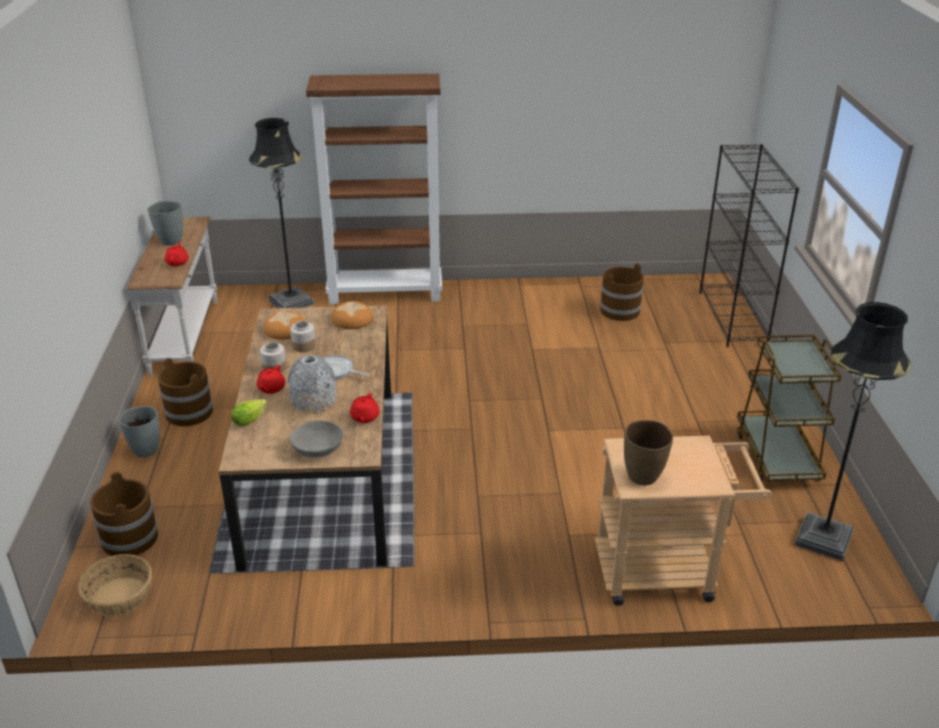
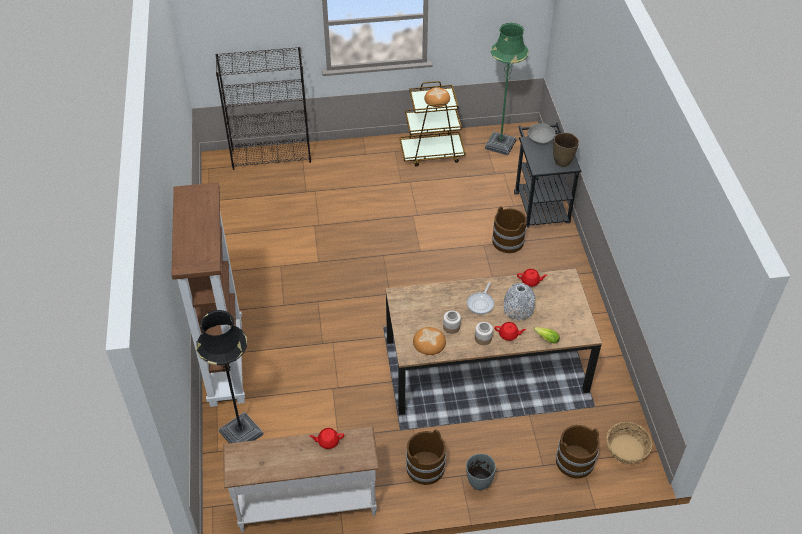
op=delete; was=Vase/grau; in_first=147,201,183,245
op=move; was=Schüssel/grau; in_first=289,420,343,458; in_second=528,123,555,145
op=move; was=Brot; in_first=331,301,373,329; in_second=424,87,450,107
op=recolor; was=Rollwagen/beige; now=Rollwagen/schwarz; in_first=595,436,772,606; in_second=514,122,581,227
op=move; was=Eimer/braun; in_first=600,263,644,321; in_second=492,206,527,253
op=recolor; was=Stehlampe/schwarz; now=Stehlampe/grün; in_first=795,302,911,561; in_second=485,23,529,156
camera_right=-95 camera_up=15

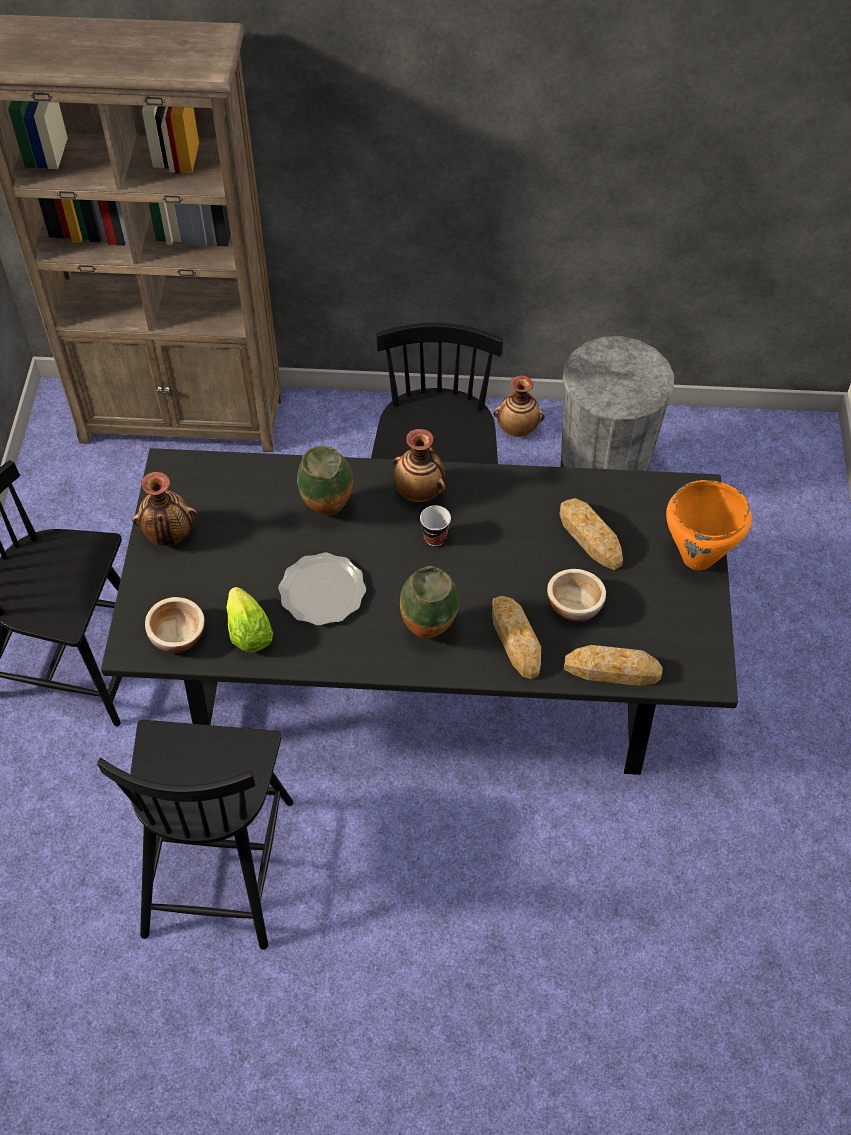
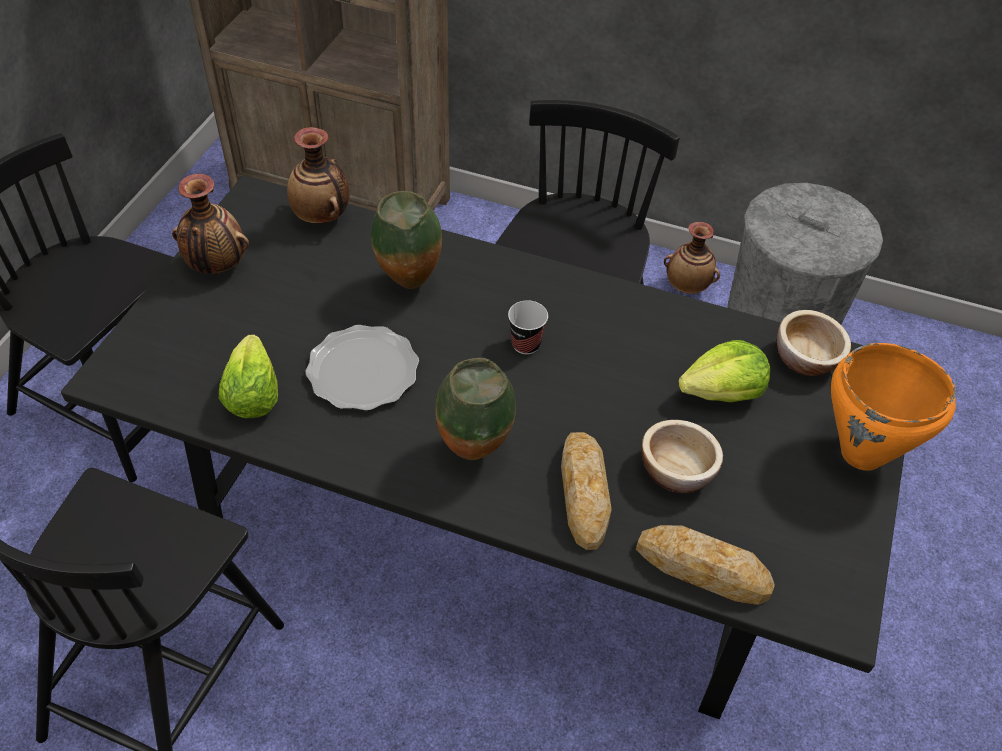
op=move; was=Schüssel; in_first=145,597,205,653; in_second=777,310,851,376
op=move; was=Vase; in_first=393,429,446,502; in_second=287,127,349,223
op=replace; was=Brot; now=Salatkopf; in_first=559,498,623,570; in_second=678,340,770,402
camera_right=15 camera_up=-5

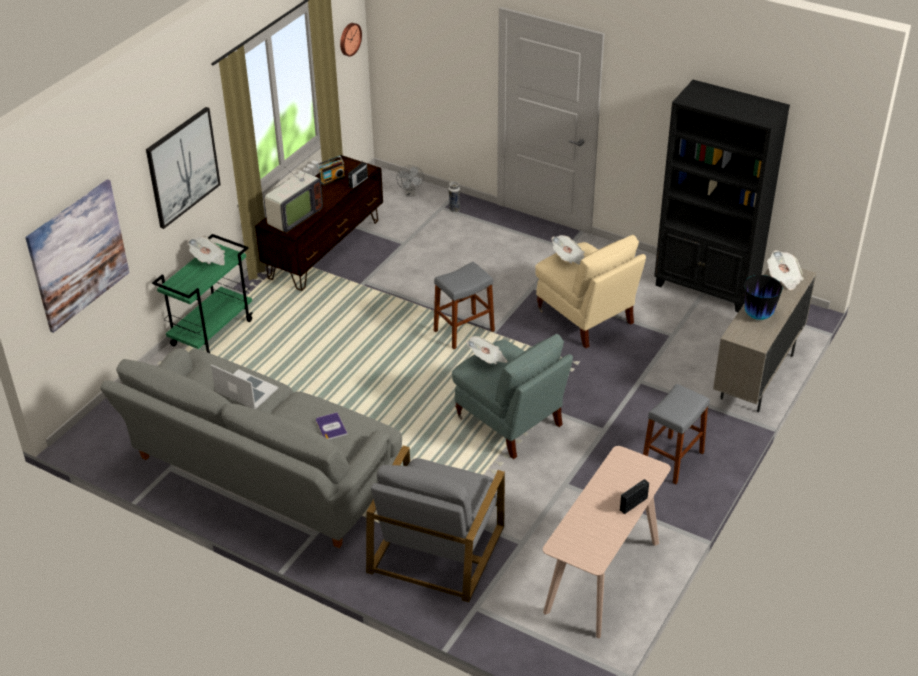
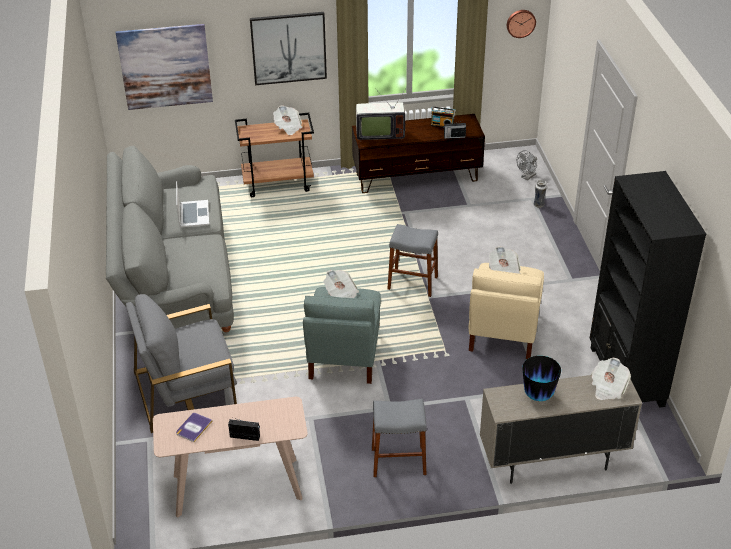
op=recolor; was=Rollwagen/grün; now=Rollwagen/braun; in_first=152,234,253,353; in_second=235,113,314,197
op=move; was=Buch; in_first=316,412,348,440; in_second=176,413,212,442
camera_right=50 camera_up=0

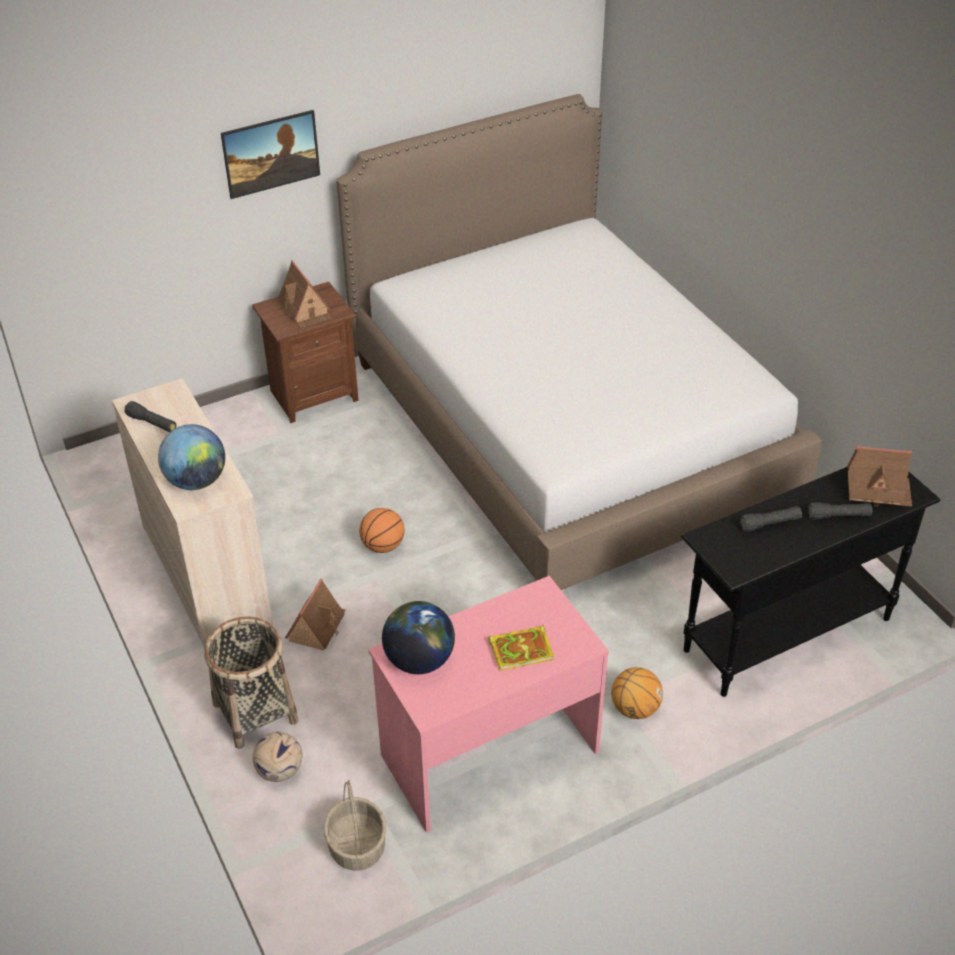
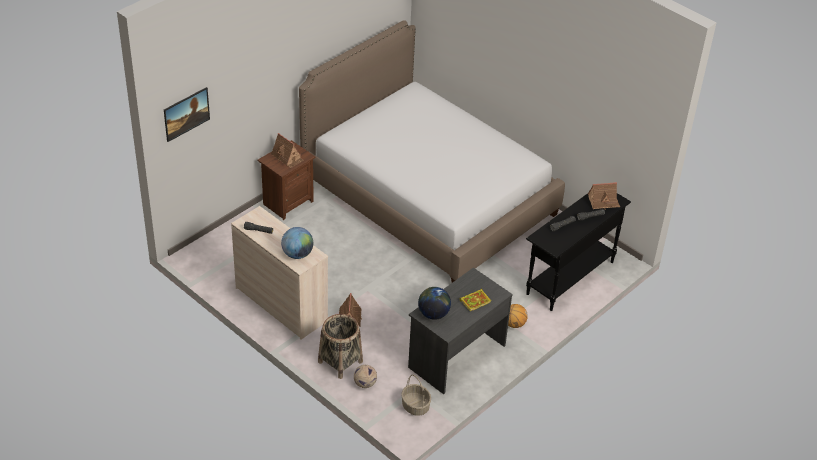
op=move; was=Bild; in_first=221,110,320,199; in_second=164,87,210,142
op=delete; was=Basketball; in_first=359,508,405,553
op=recolor; was=Schreibtisch/rosa; now=Schreibtisch/grau; in_first=368,576,609,833; in_second=408,267,512,394
camera_right=-20 camera_up=0

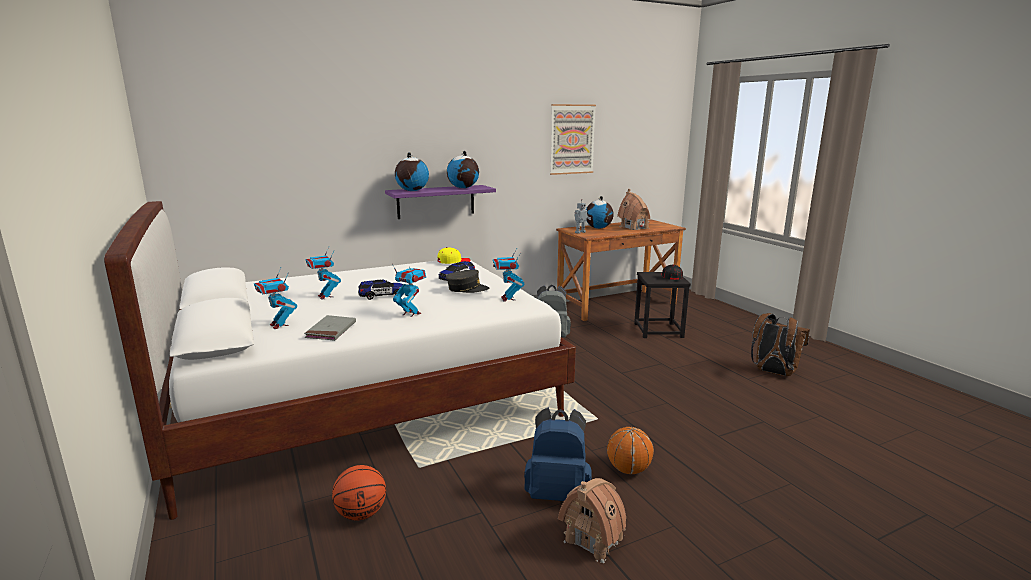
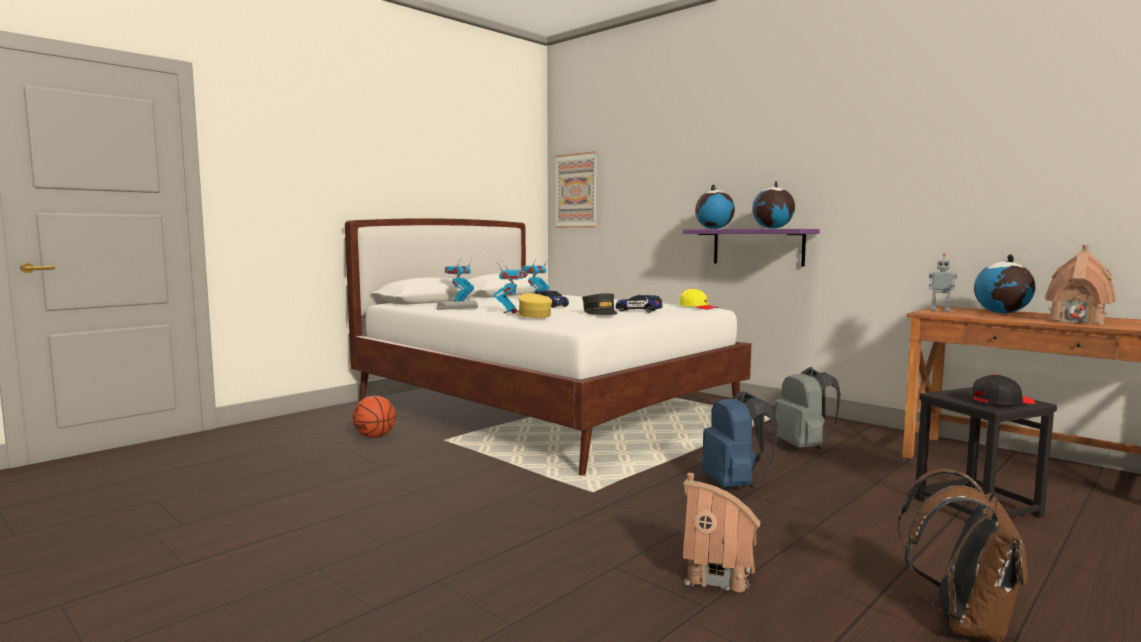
op=delete; was=Spielzeugroboter; in_first=493,249,524,302
op=move; was=Rucksack/blau; in_first=524,407,592,501; in_second=701,391,778,488
op=move; was=Bild; in_first=550,104,596,175; in_second=555,151,597,228
op=move; was=Spielzeughaus; in_first=558,478,626,563; in_second=683,473,761,592
op=delete; was=Basketball; in_first=607,427,654,474
op=insert; now=Kappe/gelb; in_second=516,293,552,318
camera_right=70 camera_up=-10

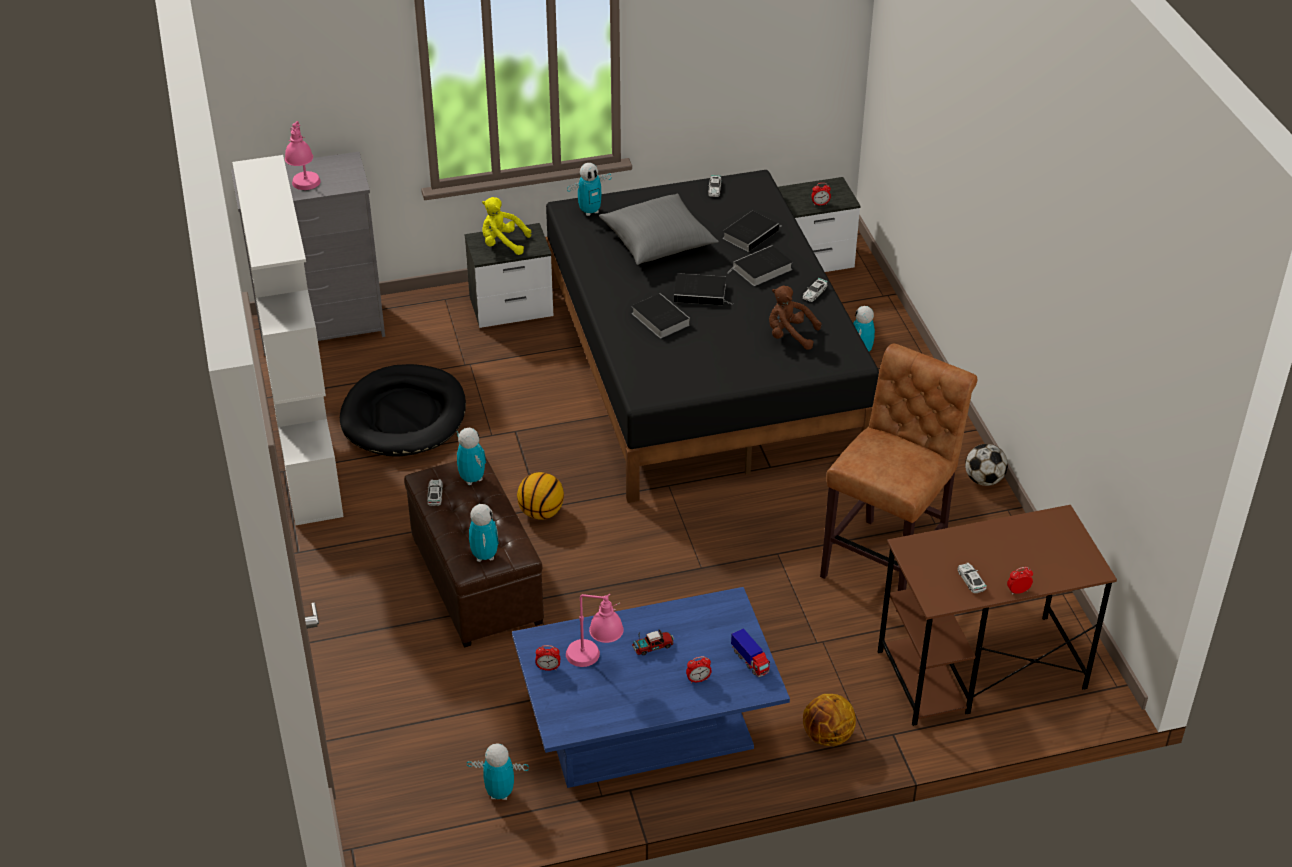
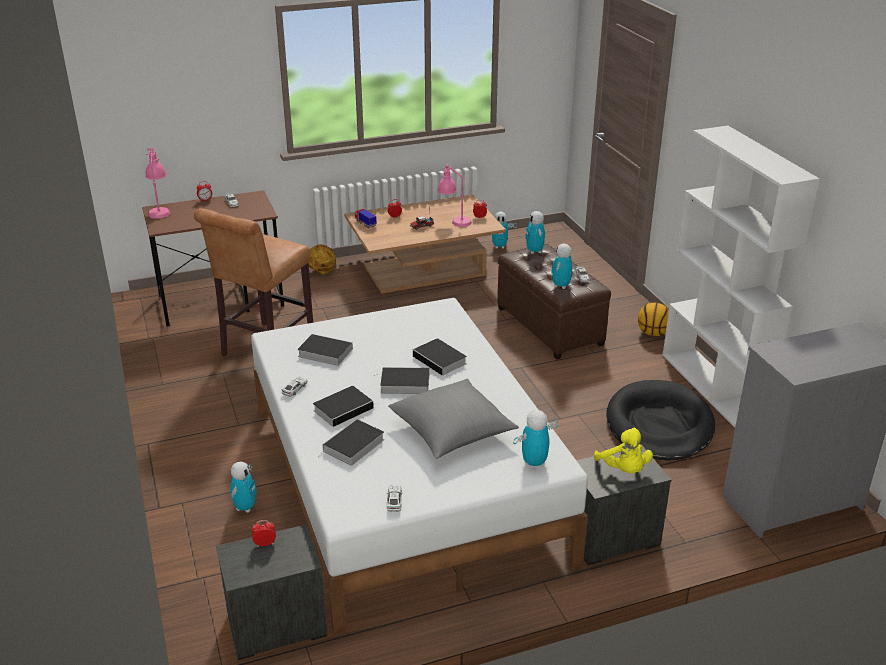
op=move; was=Tischlampe/rosa; in_first=285,121,321,190; in_second=145,147,170,219
op=rotate; was=Spielzeugroboter; in_first=456,428,486,485; in_second=551,244,572,289; clockwise=60
op=rotate; was=Plüschtier/gelb; in_first=482,197,531,255; in_second=594,428,653,473; clockwise=60
op=recolor; was=Couchtisch/blau; now=Couchtisch/braun; in_first=512,587,790,788; in_second=344,195,506,294
op=move; was=Basketball; in_first=517,472,564,520; in_second=638,303,669,336
op=recolor; was=Bett/schwarz; now=Bett/weiß; in_first=545,170,879,503; in_second=251,298,588,634
op=replace; was=Plüschtier/braun; now=Buch; in_first=769,286,821,350; in_second=297,334,353,366
op=delete; was=Fußball; in_first=965,444,1008,486
camera_right=175 camera_up=-10

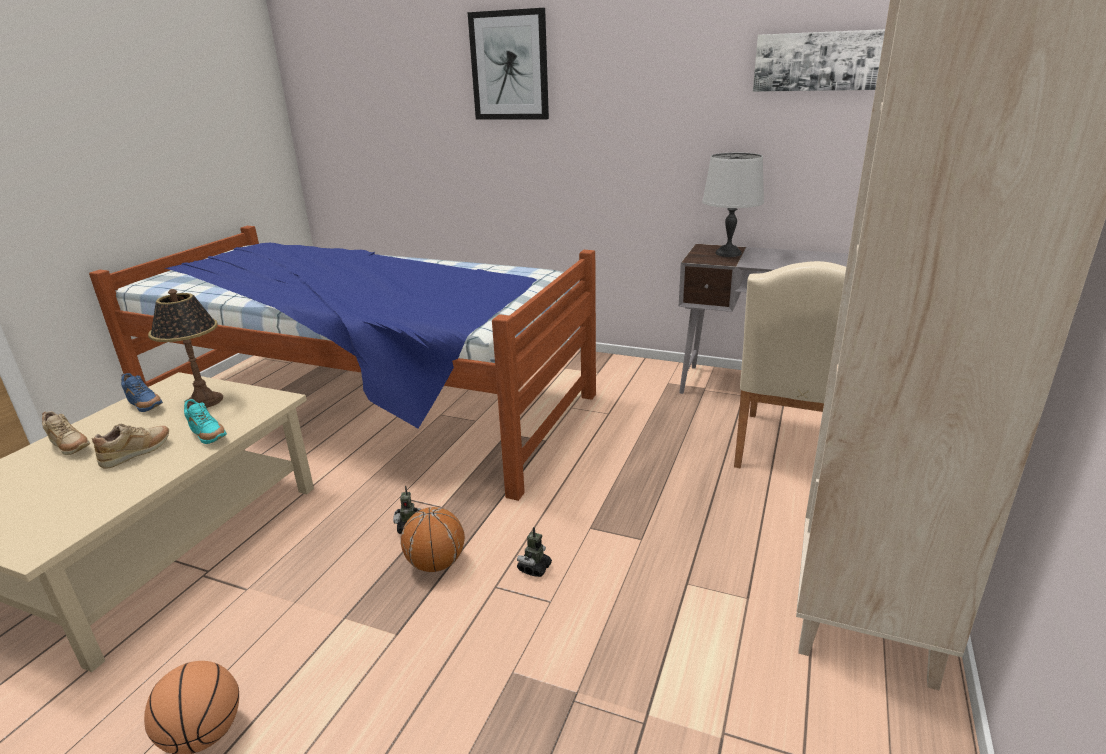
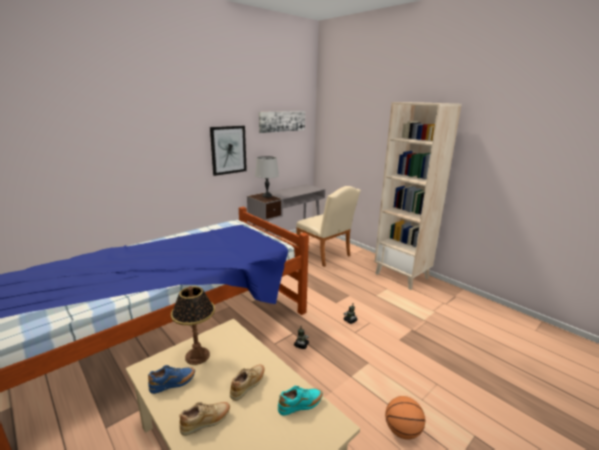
op=rotate; was=Schuh/beige; in_first=92,424,169,469; in_second=230,364,264,401; clockwise=60
op=move; was=Schuh/türkis; in_first=184,399,227,444; in_second=278,386,323,416
op=delete; was=Basketball; in_first=400,507,465,572
op=move; was=Bild; in_first=468,8,549,119; in_second=210,126,247,176
camera_right=-65 camera_up=-5

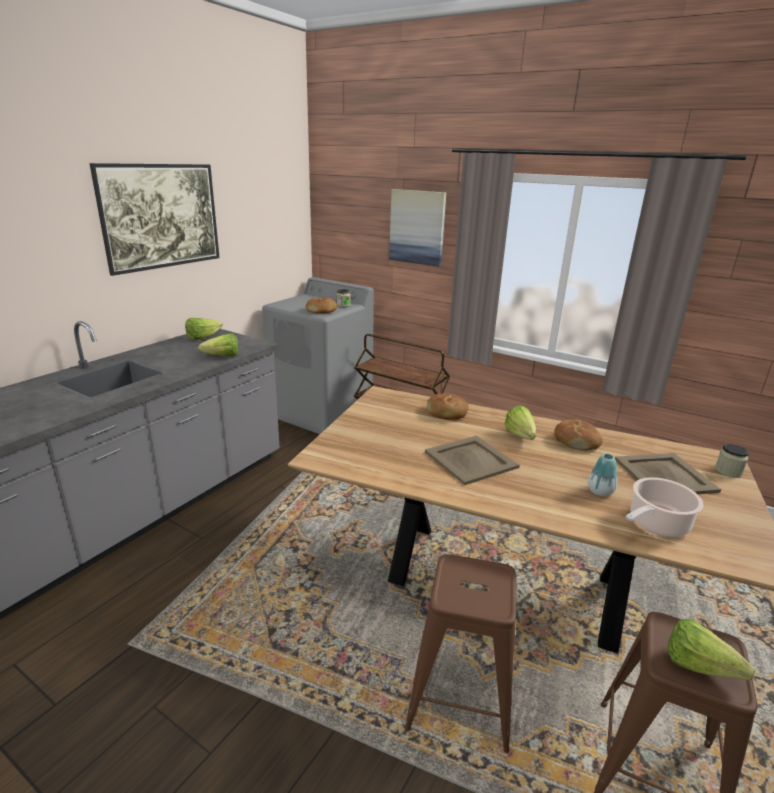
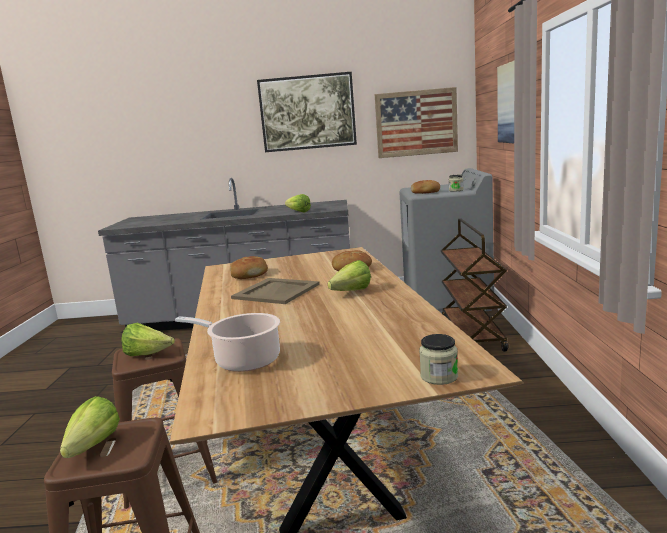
op=move; was=Salatkopf; in_first=185,318,222,340; in_second=121,323,175,356
op=move; was=Brot; in_first=554,420,603,450; in_second=230,256,268,279
op=delete; was=Vase; in_first=588,453,617,496
op=delete; was=Tablett/beige; in_first=615,453,721,494
op=insert; now=Bild; in_second=375,87,458,158
camera_right=60 camera_up=-10

